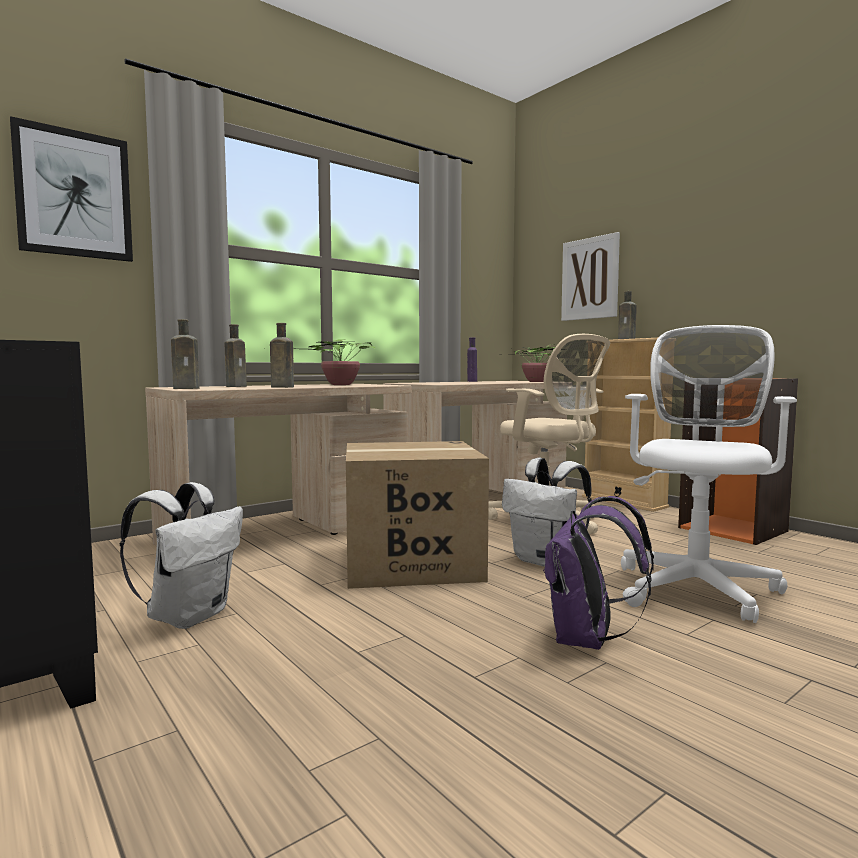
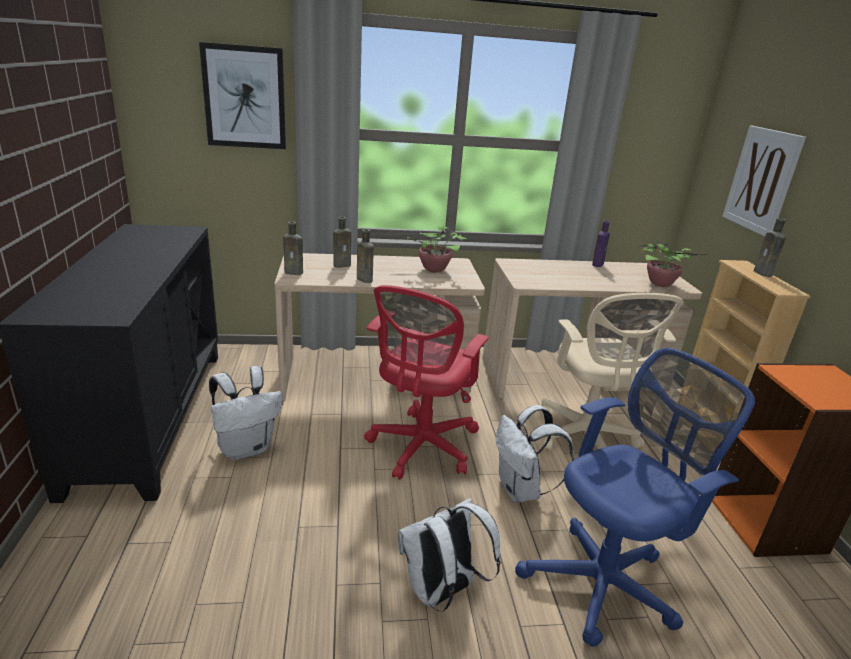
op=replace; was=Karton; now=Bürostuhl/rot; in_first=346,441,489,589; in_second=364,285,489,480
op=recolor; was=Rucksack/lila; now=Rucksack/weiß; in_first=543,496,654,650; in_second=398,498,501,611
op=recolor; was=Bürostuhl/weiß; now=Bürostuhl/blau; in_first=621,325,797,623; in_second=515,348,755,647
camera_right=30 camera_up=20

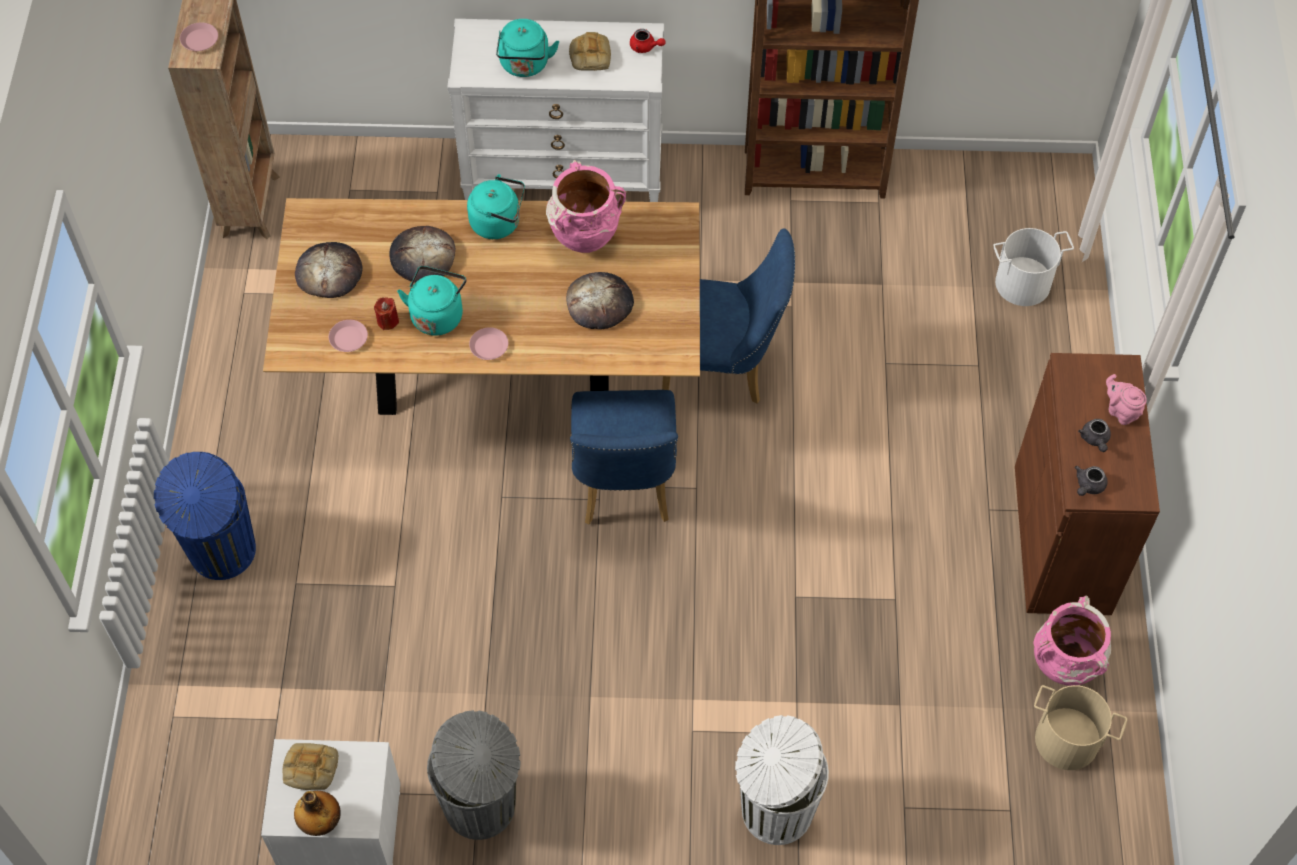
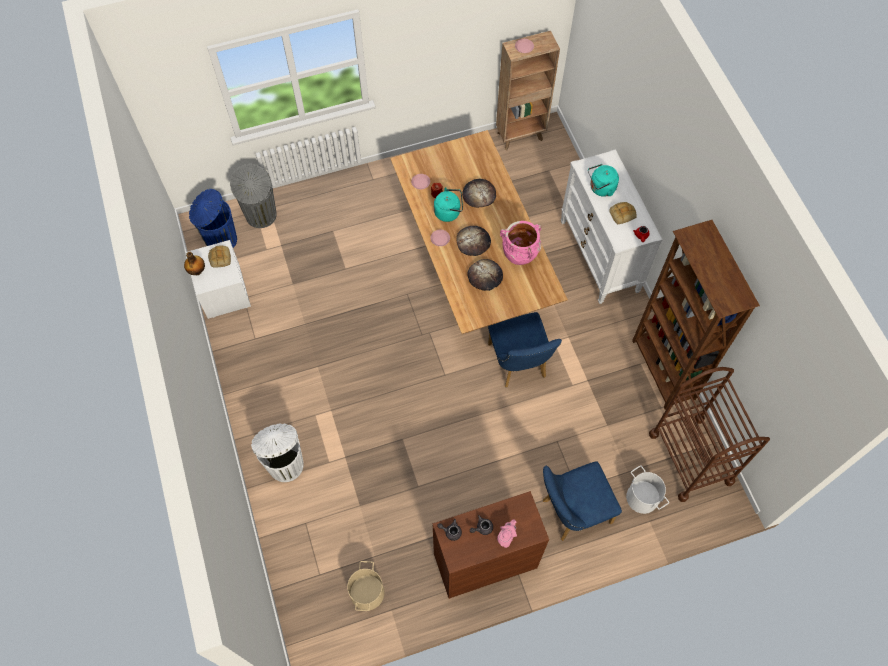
op=move; was=Mülleimer/blau; in_first=154,452,256,580; in_second=189,189,237,248
op=move; was=Brot; in_first=295,242,363,298; in_second=456,226,491,256
op=move; was=Mülleimer/grau; in_first=427,710,521,840; in_second=230,164,277,228
op=delete; was=Wasserkessel/türkis; in_first=467,174,525,239
op=move; was=Stuhl/blau; in_first=570,390,678,525; in_second=543,461,622,541
op=delete; was=Vase/rosa; in_first=1033,595,1111,686
op=insert; now=Rollwagen/braun; in_second=649,367,770,502
camera_right=70 camera_up=5

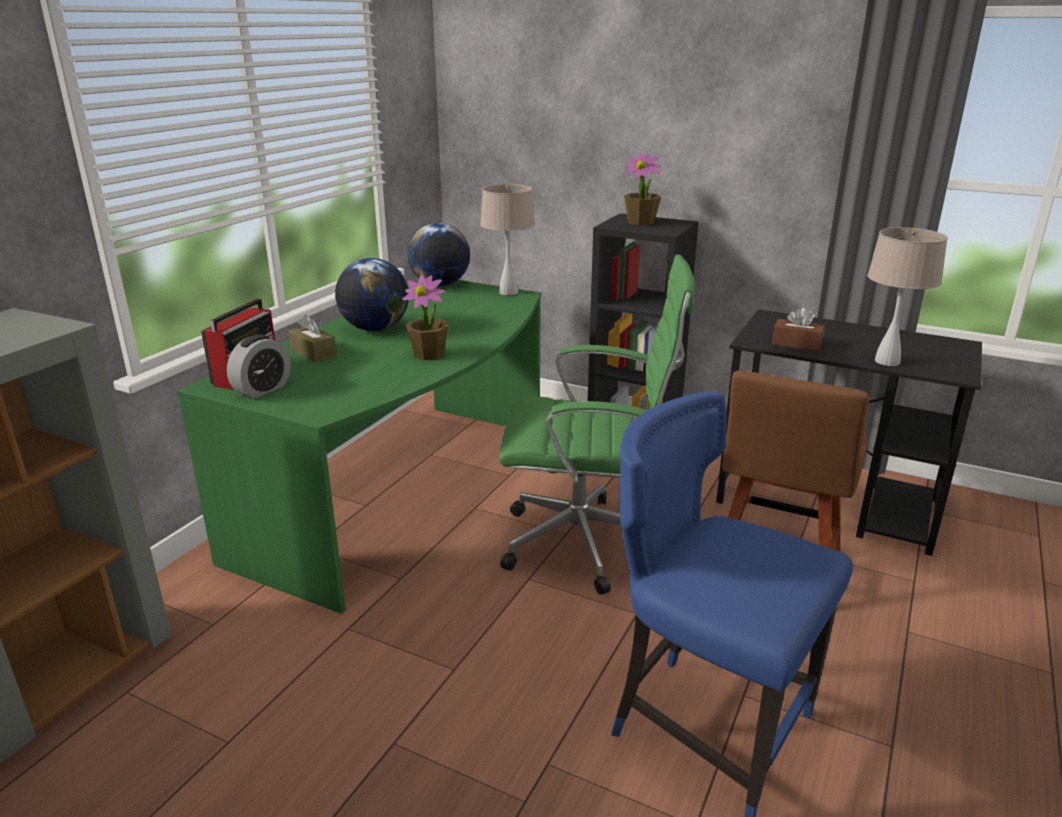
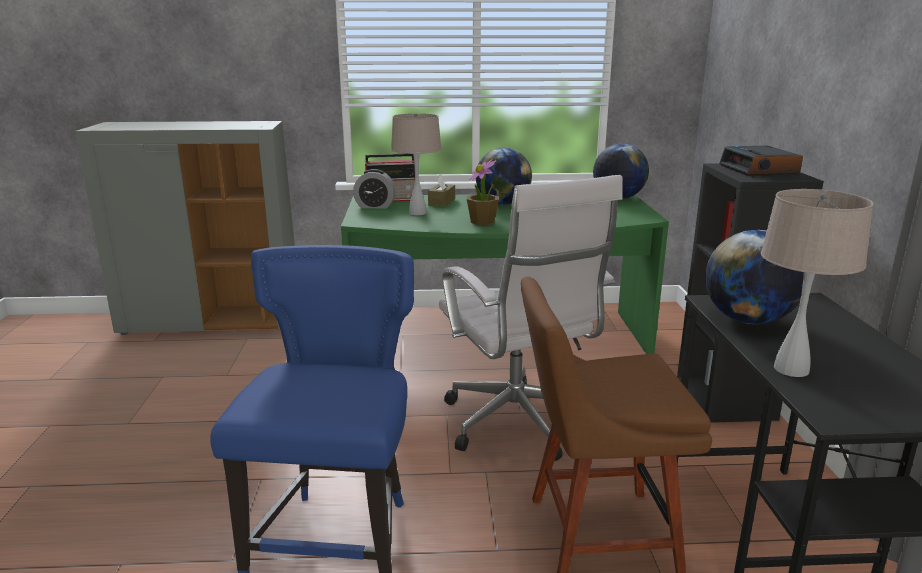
op=move; was=Tischlampe/beige; in_first=480,184,535,295; in_second=391,113,441,215
op=recolor; was=Bürostuhl/grün; now=Bürostuhl/weiß; in_first=499,254,695,595; in_second=439,175,623,461
op=replace; was=Topfpflanze; now=Wecker; in_first=624,153,662,225; in_second=720,146,803,176
op=replace; was=Taschentuchbox/braun; now=Globus; in_first=772,307,825,351; in_second=705,230,804,324
camera_right=60 camera_up=-5

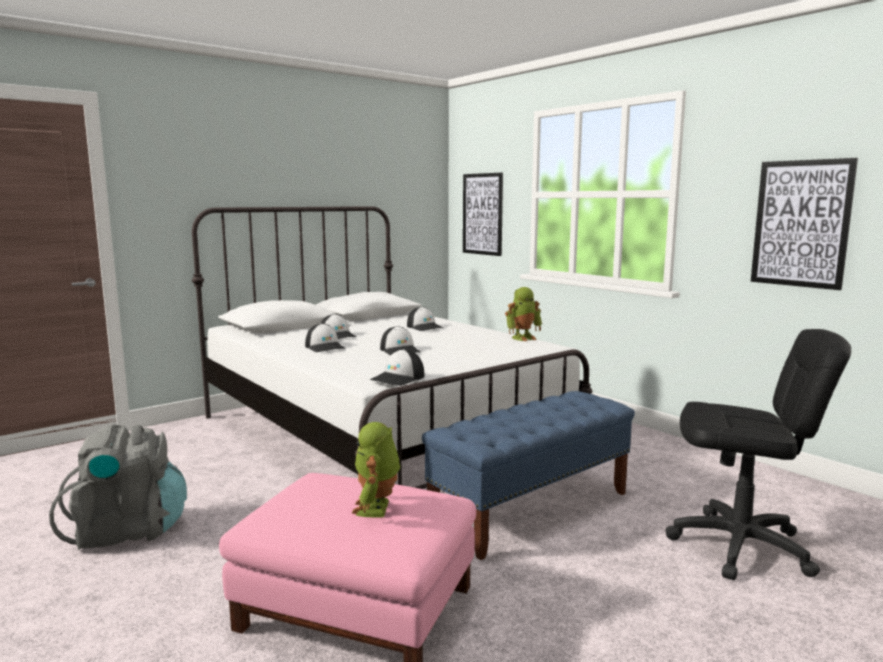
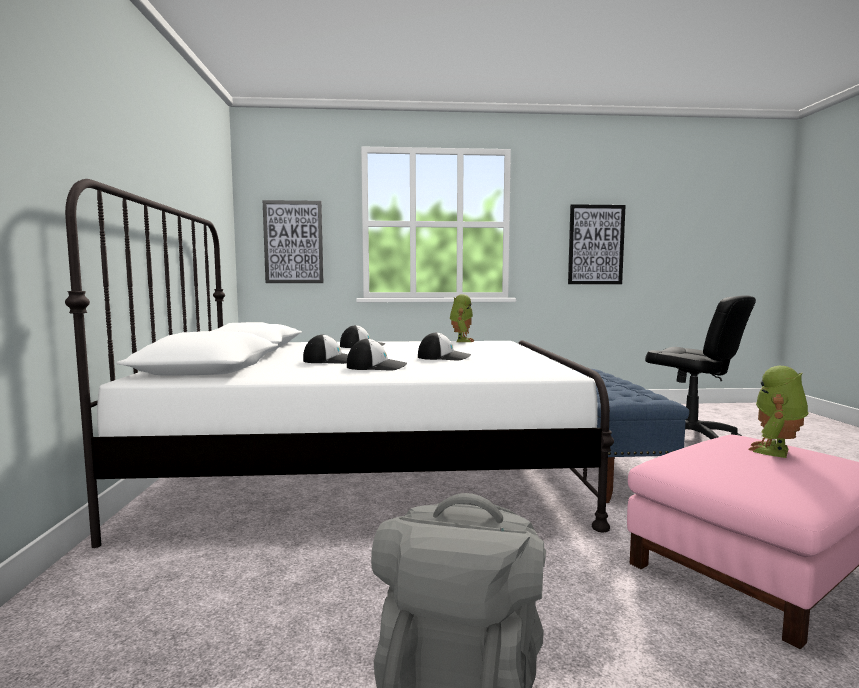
op=rotate; was=Spielzeugroboter; in_first=351,422,400,518; in_second=748,366,809,458; clockwise=90
op=delete; was=Kappe; in_first=370,349,424,386
op=rotate; was=Bürostuhl/schwarz; in_first=665,329,851,580; in_second=645,295,756,439; clockwise=90
camera_right=-55 camera_up=-5

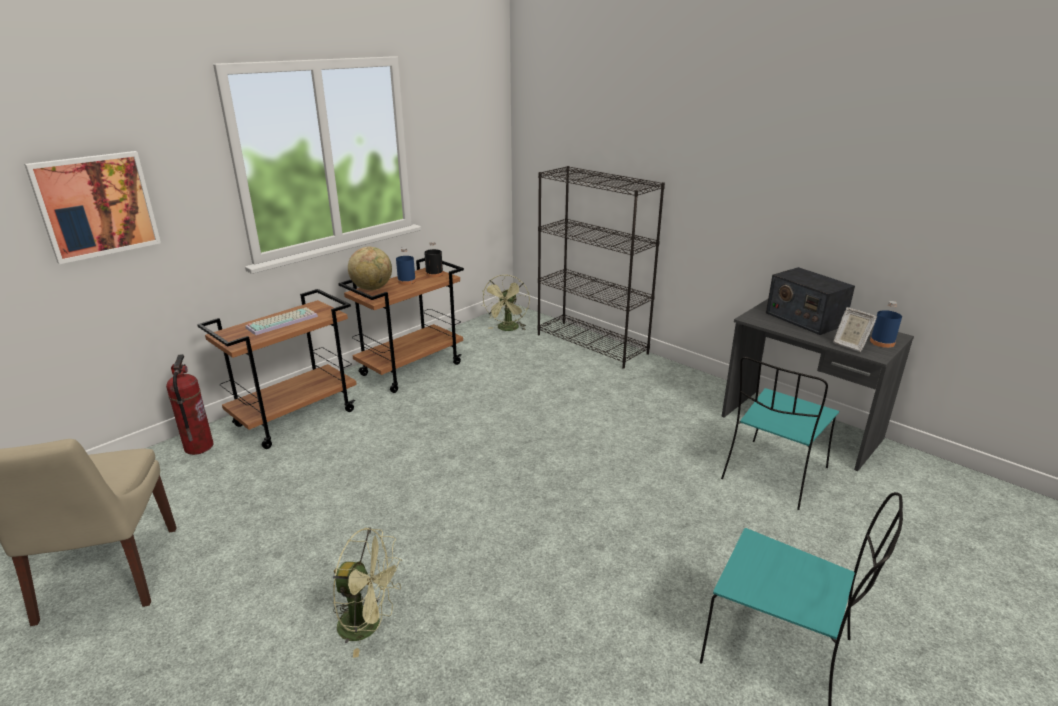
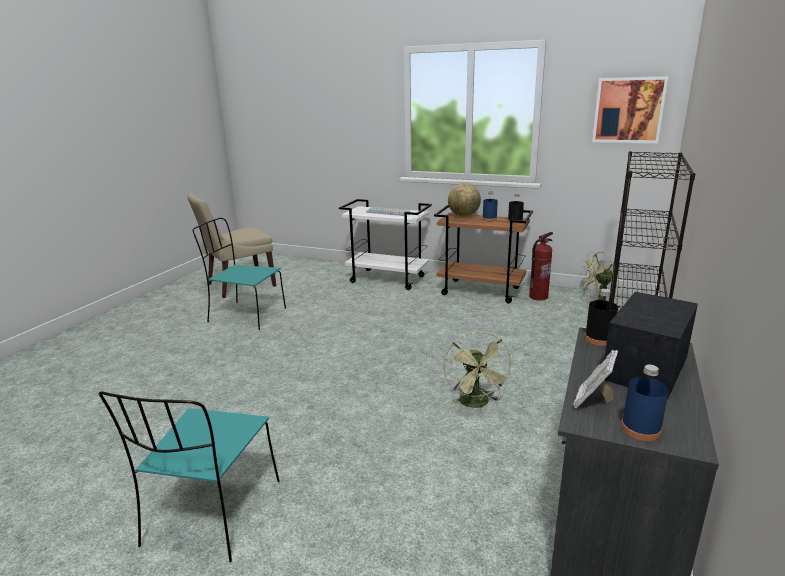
op=move; was=Bild; in_first=24,151,161,264; in_second=592,76,669,143
op=move; was=Feuerlöscher; in_first=166,354,213,455; in_second=529,232,553,301
op=recolor; was=Rollwagen/braun; now=Rollwagen/weiß; in_first=197,289,357,449; in_second=339,199,432,290
op=move; was=Ventilator/grün; in_first=333,528,402,658; in_second=444,332,513,409
op=move; was=Stuhl/türkis; in_first=721,357,839,510; in_second=193,218,286,330
op=insert; now=Flasche/schwarz; in_second=585,289,618,346
camera_right=70 camera_up=-5

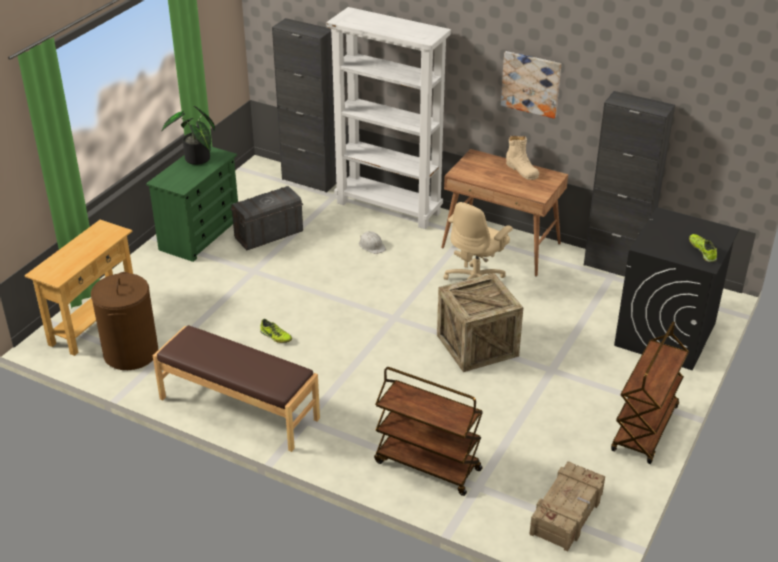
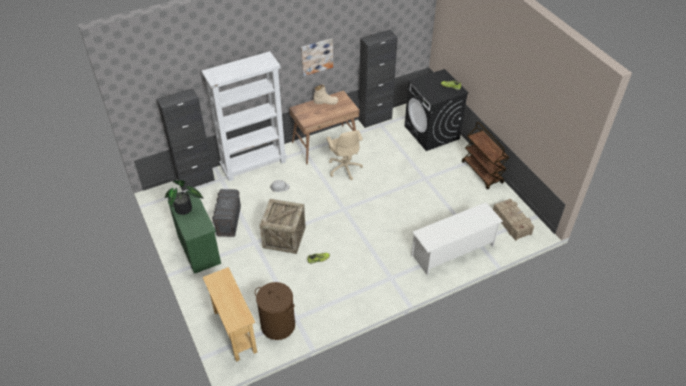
op=delete; was=Bank/braun; in_first=153,325,320,452
op=replace; was=Rollwagen/braun; now=Schuhregal/weiß; in_first=374,367,483,496; in_second=411,202,503,275
op=move; was=Kiste; in_first=437,273,523,372; in_second=259,199,306,254
camera_right=-55 camera_up=10

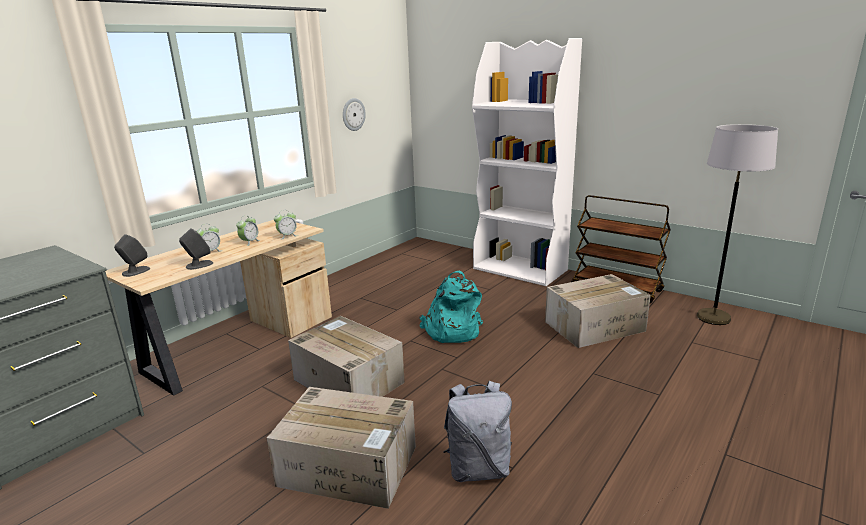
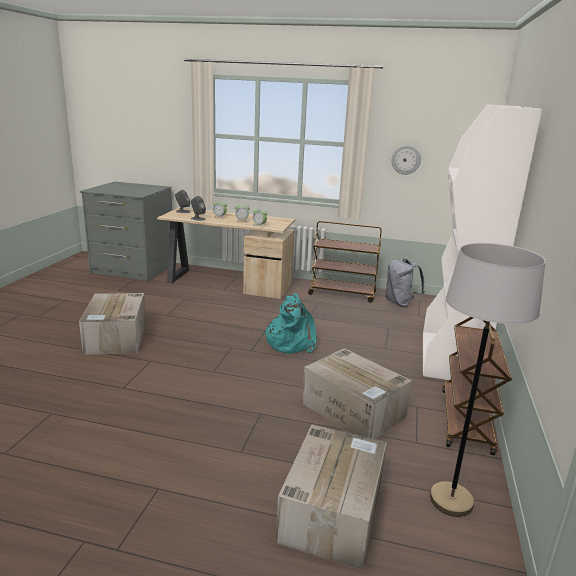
op=move; was=Karton; in_first=288,316,405,397; in_second=276,425,387,570
op=move; was=Rucksack/grau; in_first=443,381,512,482; in_second=385,259,424,307
op=insert; now=Rollwagen/braun; in_second=308,221,382,303
camera_right=65 camera_up=0

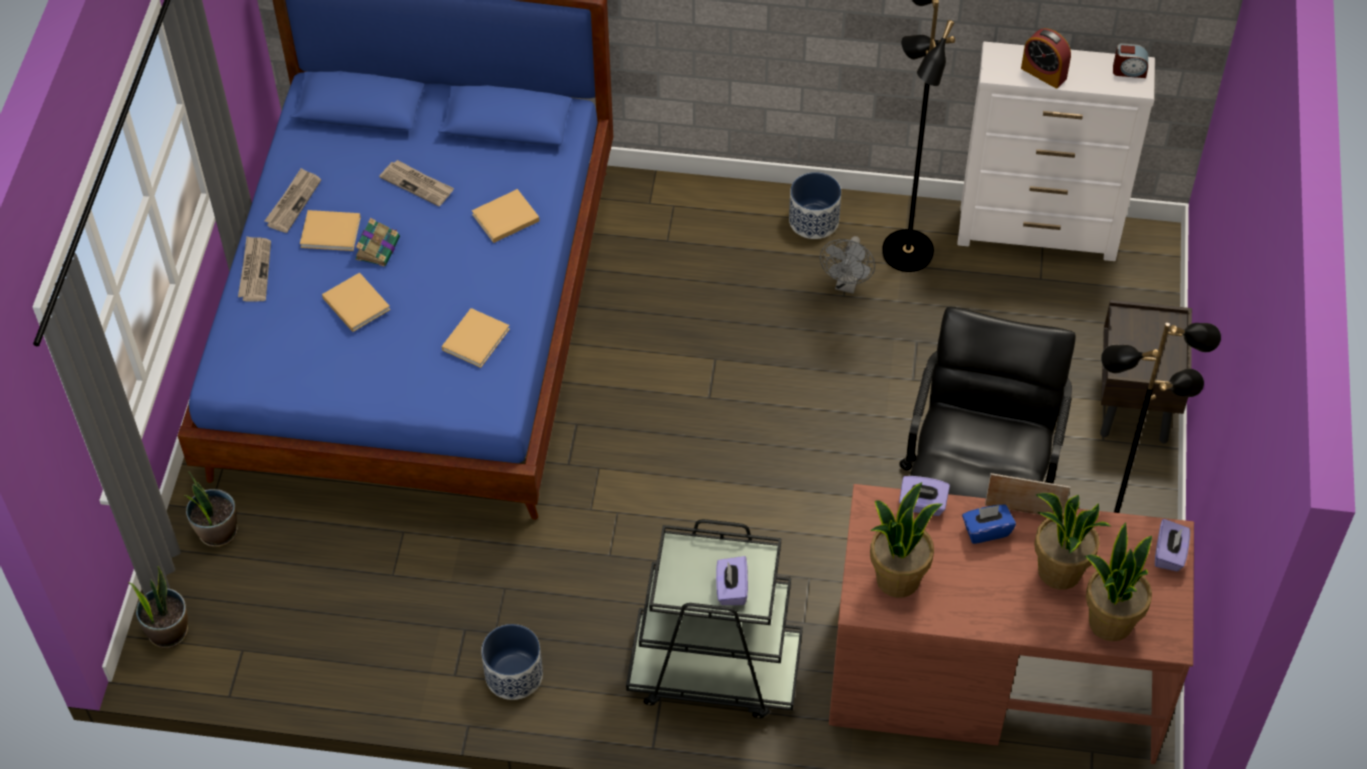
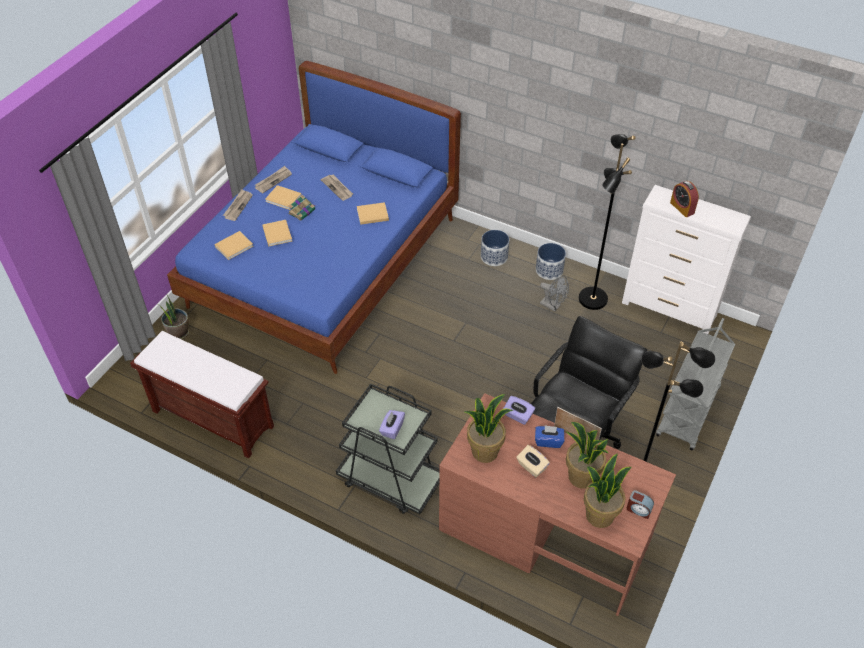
op=delete; was=Topfpflanze; in_first=128,565,188,649
op=move; was=Buch/beige; in_first=442,308,510,368; in_second=215,231,253,260
op=move; was=Pflanzkübel; in_first=481,624,543,700; in_second=481,230,509,266
op=rotate; was=Ventilator/grau; in_first=820,236,875,294; in_second=540,276,569,312; clockwise=-90
op=replace; was=Nachttisch/braun; now=Rollwagen/grau; in_first=1100,300,1192,443; in_second=656,318,735,451
op=move; was=Wecker; in_first=1113,43,1148,78; in_second=627,490,654,519
op=delete; was=Taschentuchbox/lila; in_first=1155,519,1190,571
op=insert; now=Bank/braun; in_second=130,331,274,458
op=insert; now=Taschentuchbox/beige; in_second=516,445,550,477
camera_right=20 camera_up=-5

